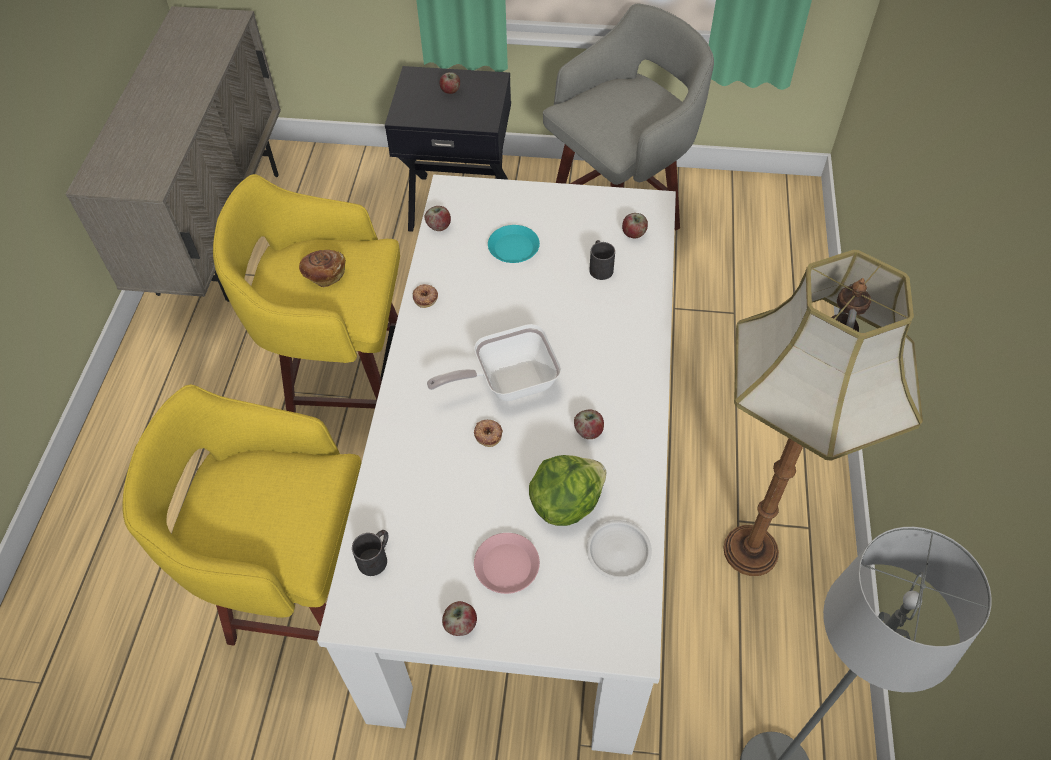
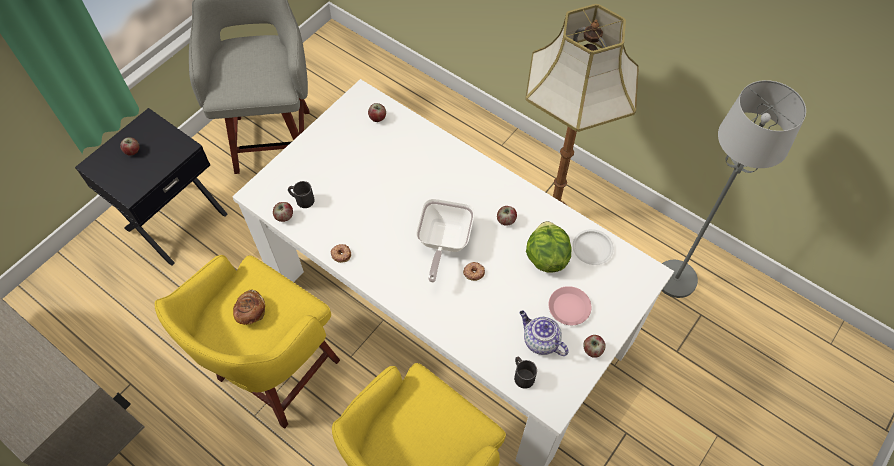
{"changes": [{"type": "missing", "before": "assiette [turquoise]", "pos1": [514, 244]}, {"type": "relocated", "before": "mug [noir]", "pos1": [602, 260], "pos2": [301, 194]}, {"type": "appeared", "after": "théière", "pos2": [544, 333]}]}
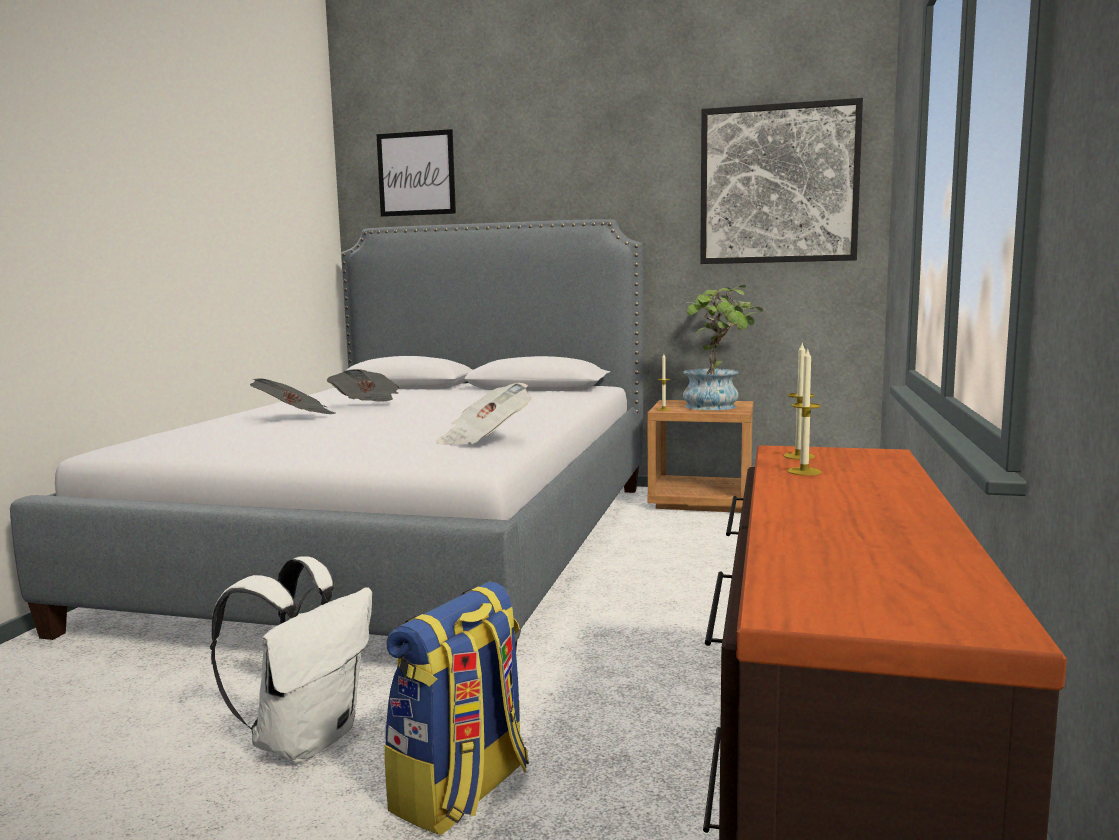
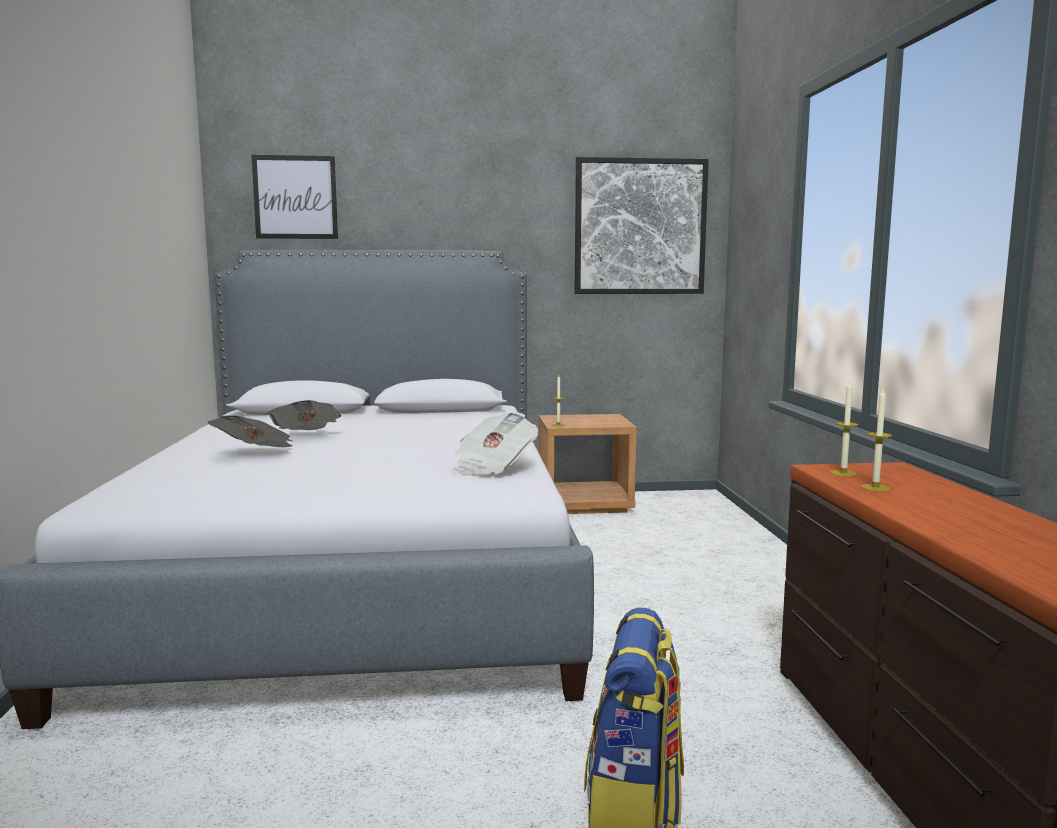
{"changes": [{"type": "missing", "before": "plante en pot", "pos1": [722, 347]}, {"type": "missing", "before": "sac à dos [blanc]", "pos1": [291, 659]}]}
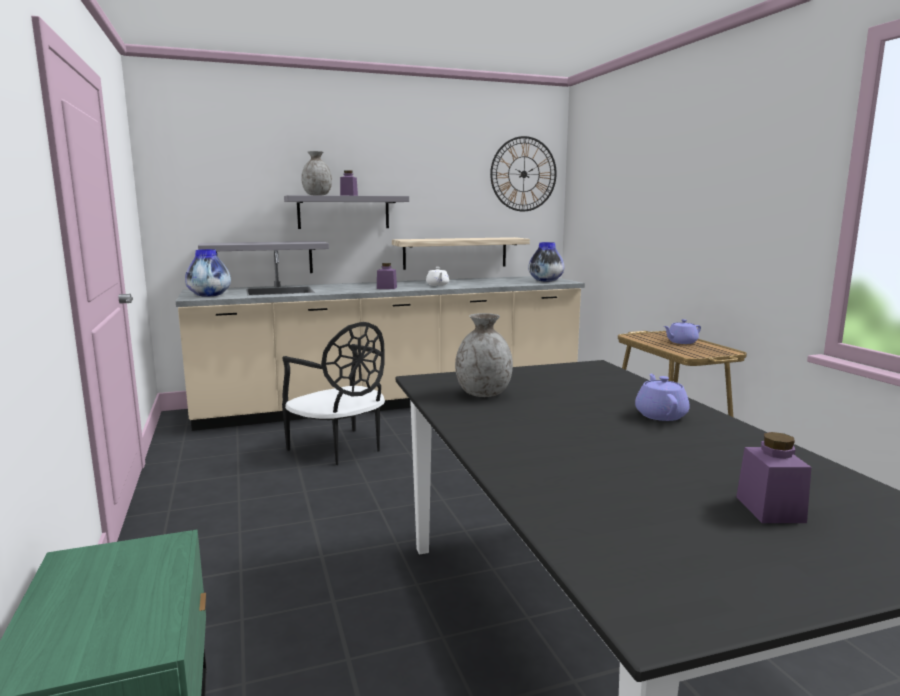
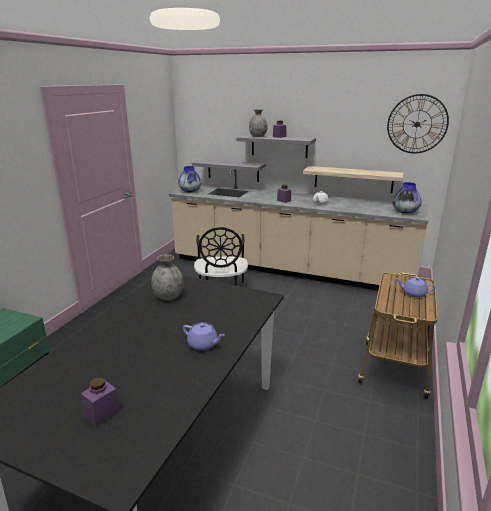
{"changes": [{"type": "spun", "before": "théière [violet]", "pos1": [662, 397], "pos2": [204, 336], "turn": 75}]}
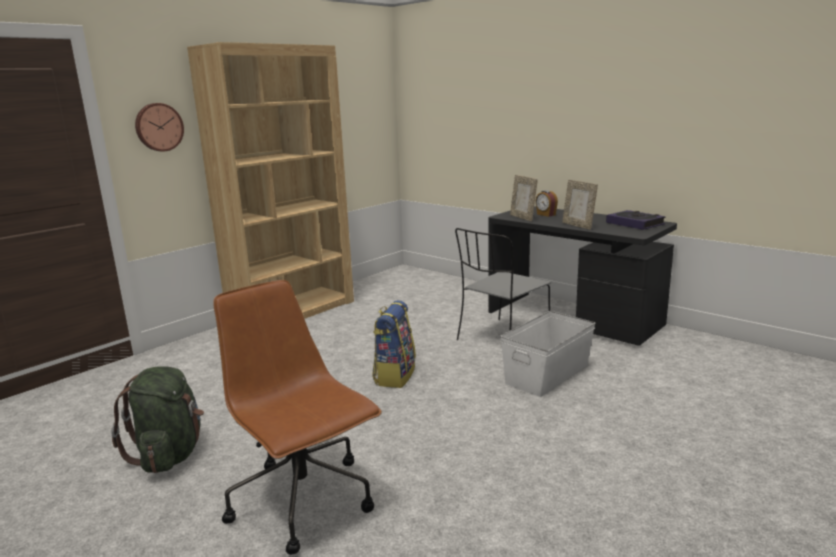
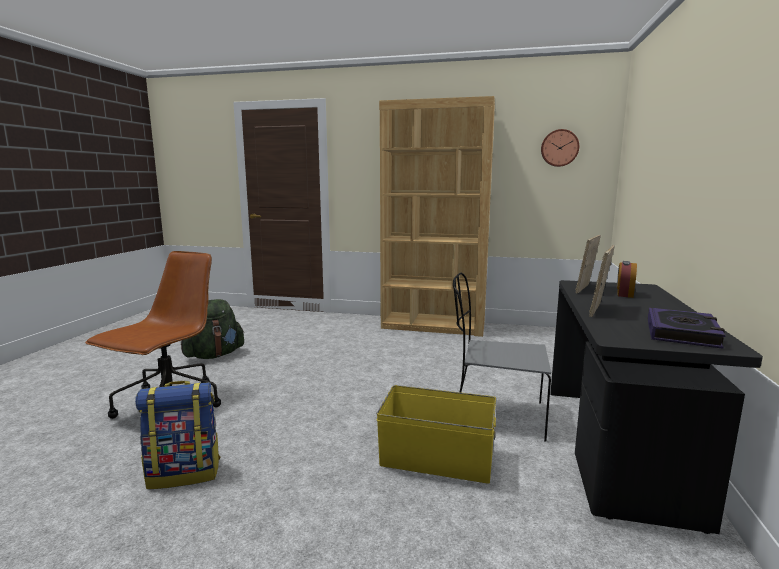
{"changes": [{"type": "relocated", "before": "horloge murale", "pos1": [159, 127], "pos2": [560, 148]}, {"type": "relocated", "before": "sac à dos", "pos1": [394, 344], "pos2": [177, 435]}, {"type": "colour", "before": "boîte de rangement [blanc]", "after": "boîte de rangement [jaune]", "pos1": [548, 354], "pos2": [436, 434]}]}
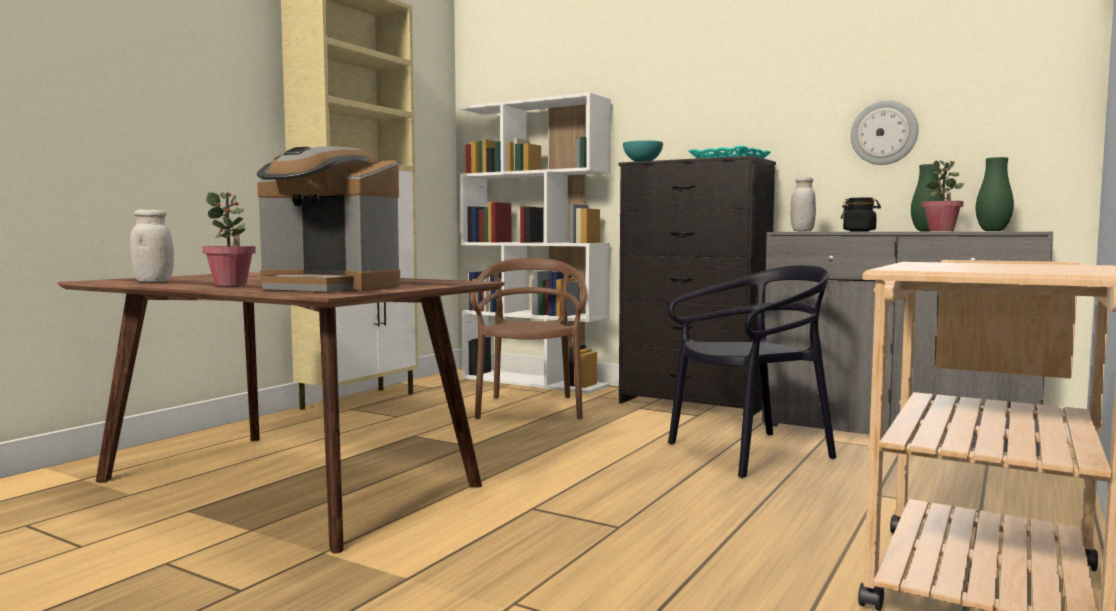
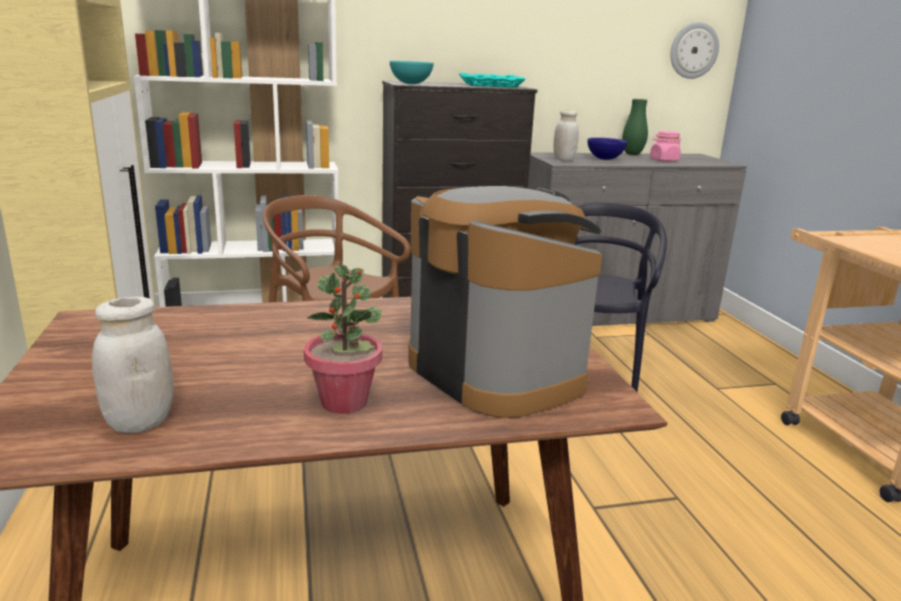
{"changes": [{"type": "relocated", "before": "horloge murale", "pos1": [884, 132], "pos2": [694, 50]}, {"type": "spun", "before": "machine à café", "pos1": [328, 219], "pos2": [505, 302], "turn": -105}, {"type": "missing", "before": "vase [vert]", "pos1": [994, 194]}, {"type": "exchanged", "before": "plante en pot", "after": "bocal [rose]", "pos1": [943, 195], "pos2": [665, 146]}, {"type": "exchanged", "before": "bocal [noir]", "after": "bol [bleu]", "pos1": [861, 214], "pos2": [607, 149]}]}
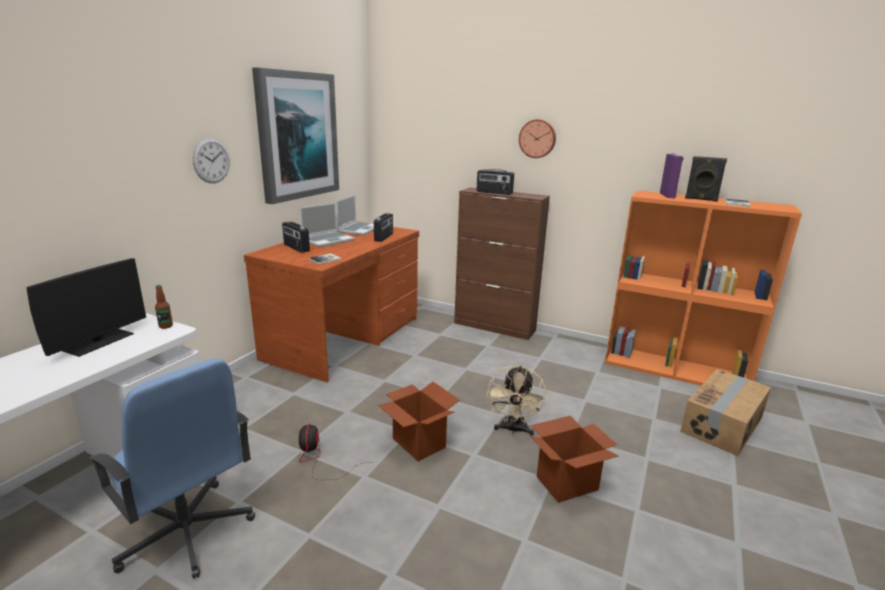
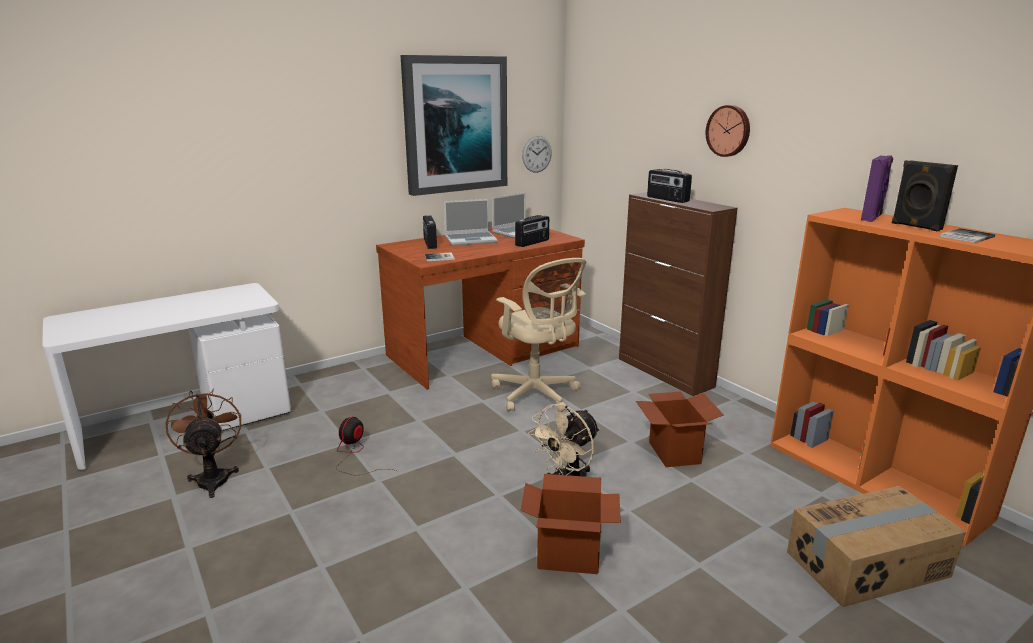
{"changes": [{"type": "relocated", "before": "horloge murale", "pos1": [211, 160], "pos2": [537, 154]}, {"type": "missing", "before": "écran d'ordinateur", "pos1": [86, 307]}, {"type": "missing", "before": "bouteille", "pos1": [164, 307]}, {"type": "exchanged", "before": "chaise de bureau [bleu]", "after": "ventilateur [marron]", "pos1": [171, 468], "pos2": [203, 443]}, {"type": "relocated", "before": "carton", "pos1": [419, 421], "pos2": [680, 429]}, {"type": "appeared", "after": "chaise de bureau [beige]", "pos2": [539, 335]}]}
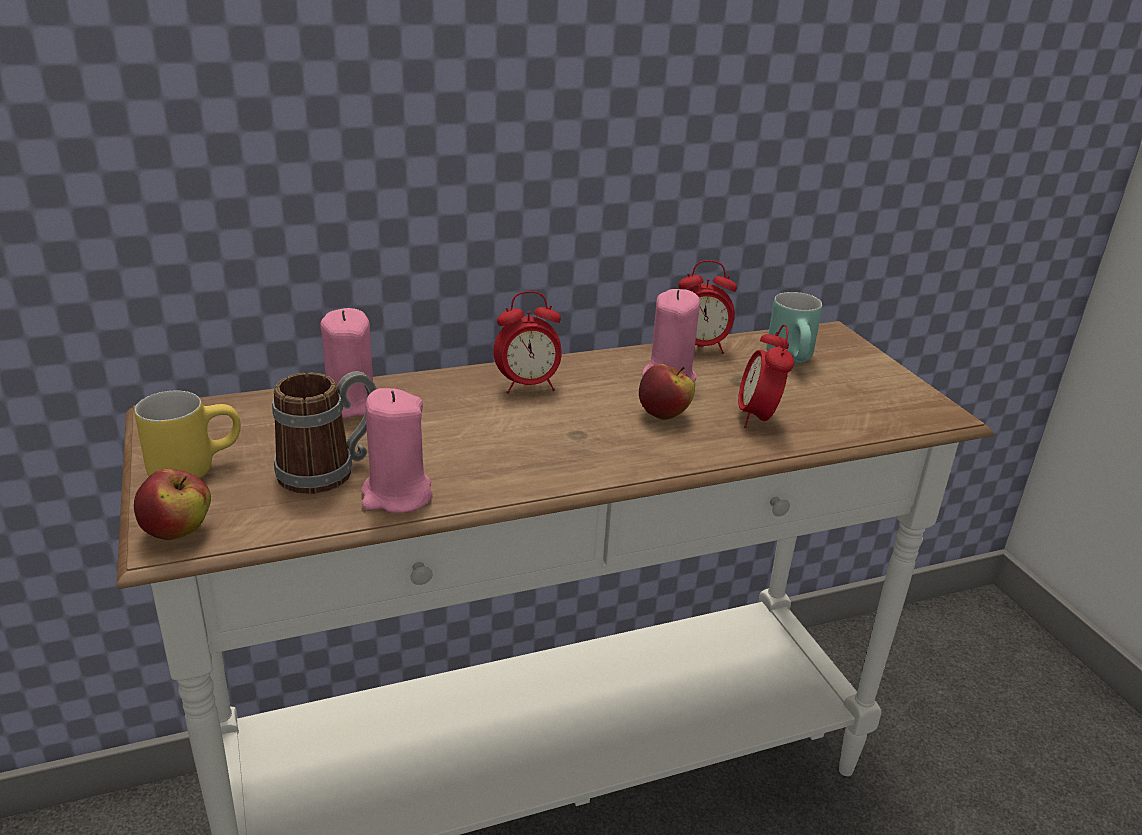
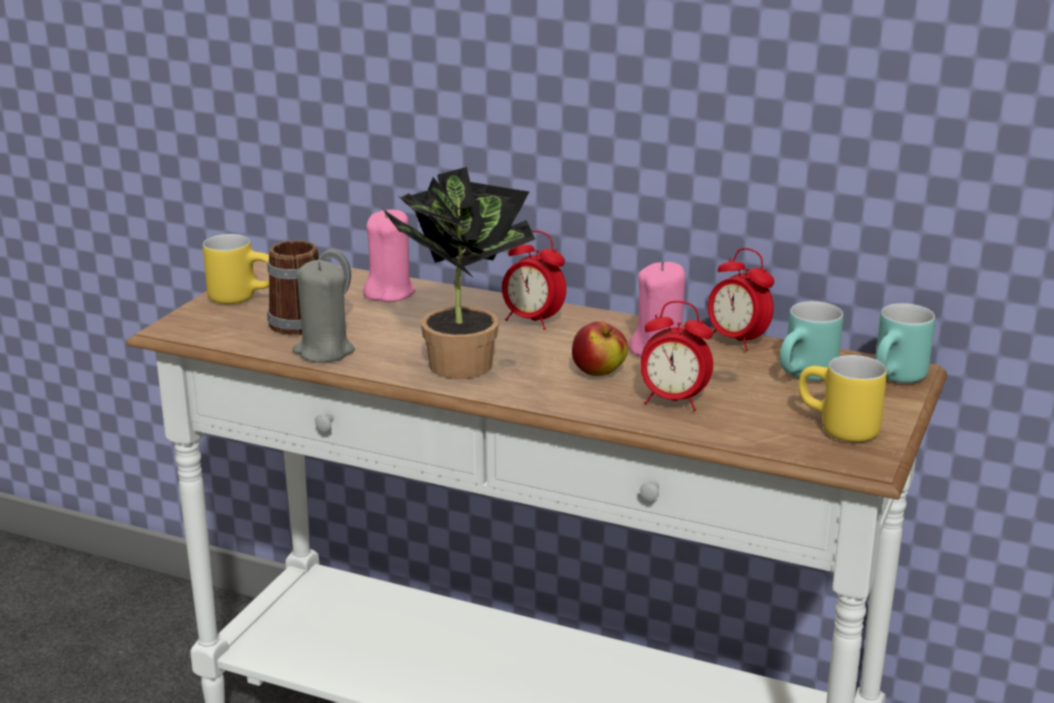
{"changes": [{"type": "spun", "before": "réveil", "pos1": [766, 376], "pos2": [677, 356], "turn": -120}, {"type": "colour", "before": "bougie [rose]", "after": "bougie [gris]", "pos1": [397, 450], "pos2": [323, 311]}, {"type": "missing", "before": "pomme", "pos1": [172, 504]}, {"type": "appeared", "after": "plante en pot", "pos2": [459, 273]}, {"type": "appeared", "after": "mug [turquoise]", "pos2": [905, 343]}, {"type": "appeared", "after": "mug [jaune]", "pos2": [843, 398]}]}
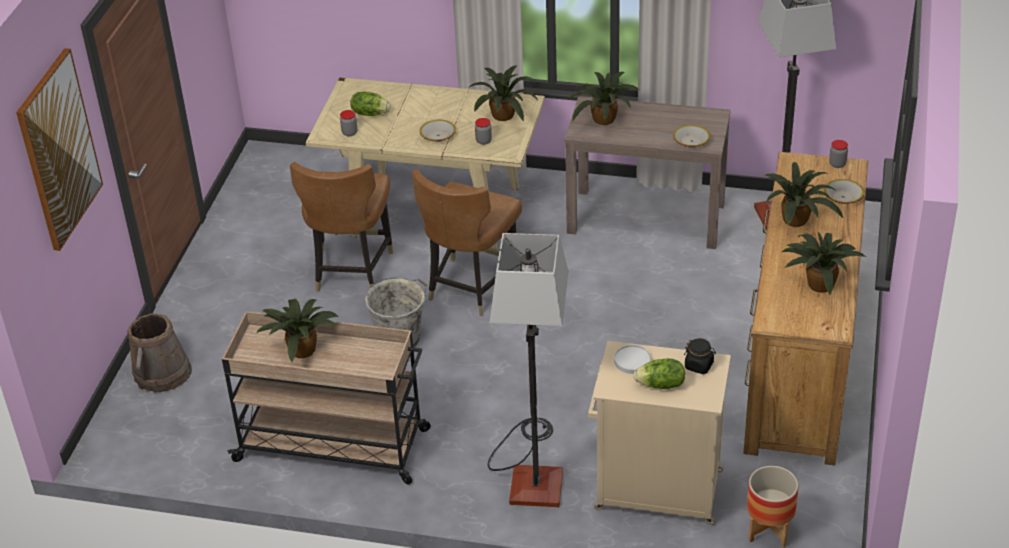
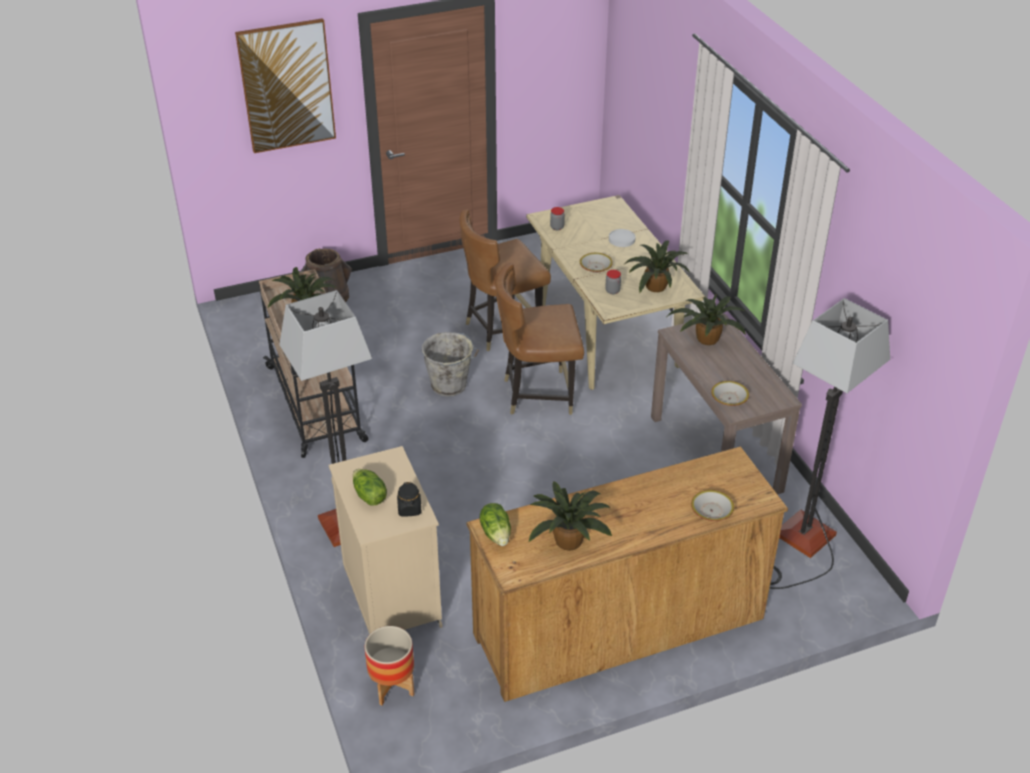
{"changes": [{"type": "relocated", "before": "laitue", "pos1": [370, 104], "pos2": [495, 524]}, {"type": "missing", "before": "bocal", "pos1": [838, 154]}, {"type": "missing", "before": "plante en pot", "pos1": [803, 194]}, {"type": "relocated", "before": "assiette [blanc]", "pos1": [632, 359], "pos2": [622, 238]}]}
